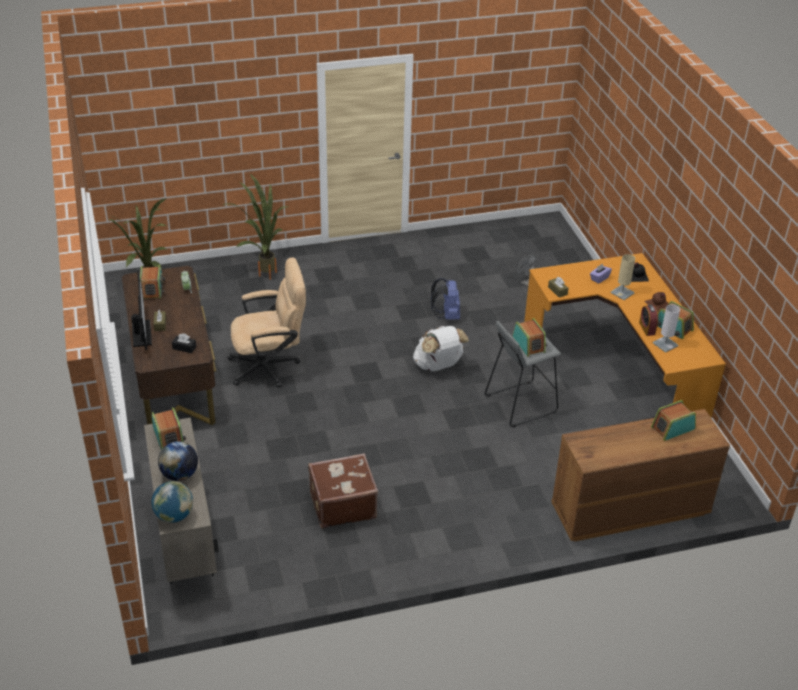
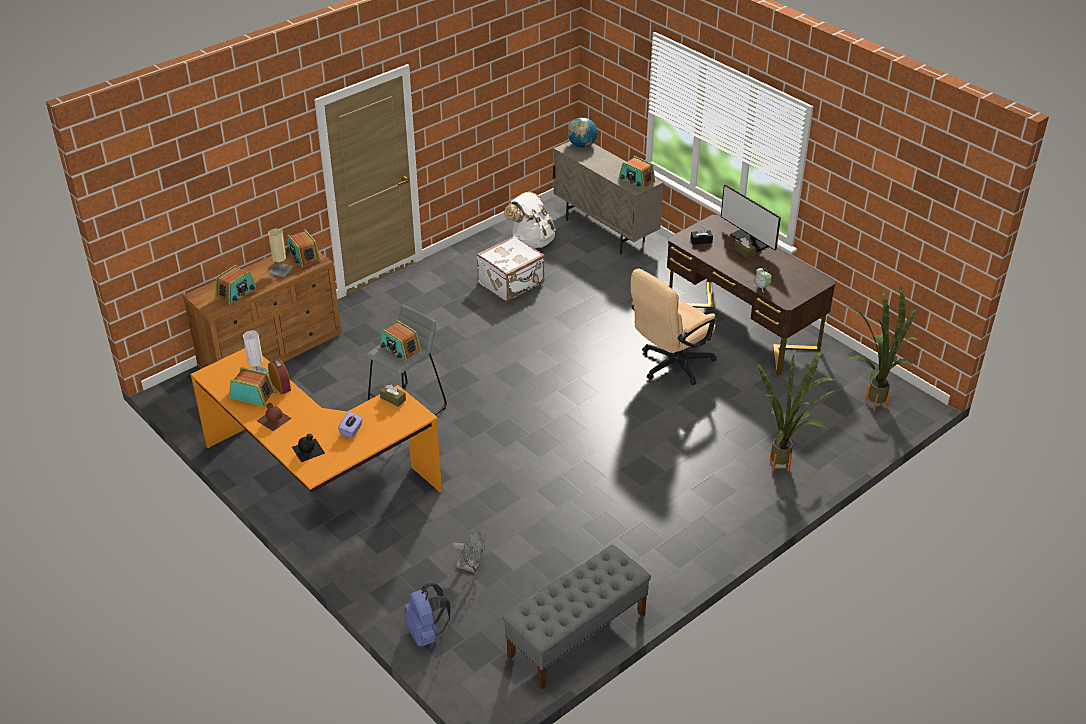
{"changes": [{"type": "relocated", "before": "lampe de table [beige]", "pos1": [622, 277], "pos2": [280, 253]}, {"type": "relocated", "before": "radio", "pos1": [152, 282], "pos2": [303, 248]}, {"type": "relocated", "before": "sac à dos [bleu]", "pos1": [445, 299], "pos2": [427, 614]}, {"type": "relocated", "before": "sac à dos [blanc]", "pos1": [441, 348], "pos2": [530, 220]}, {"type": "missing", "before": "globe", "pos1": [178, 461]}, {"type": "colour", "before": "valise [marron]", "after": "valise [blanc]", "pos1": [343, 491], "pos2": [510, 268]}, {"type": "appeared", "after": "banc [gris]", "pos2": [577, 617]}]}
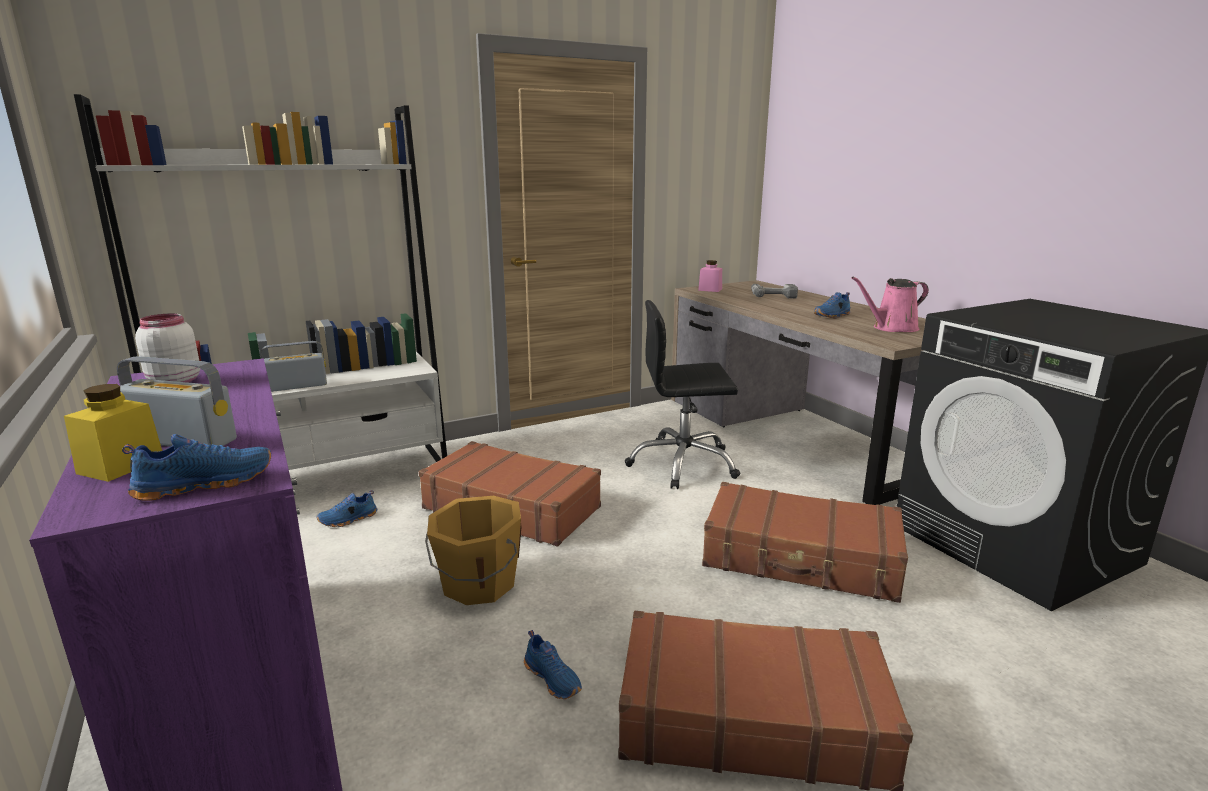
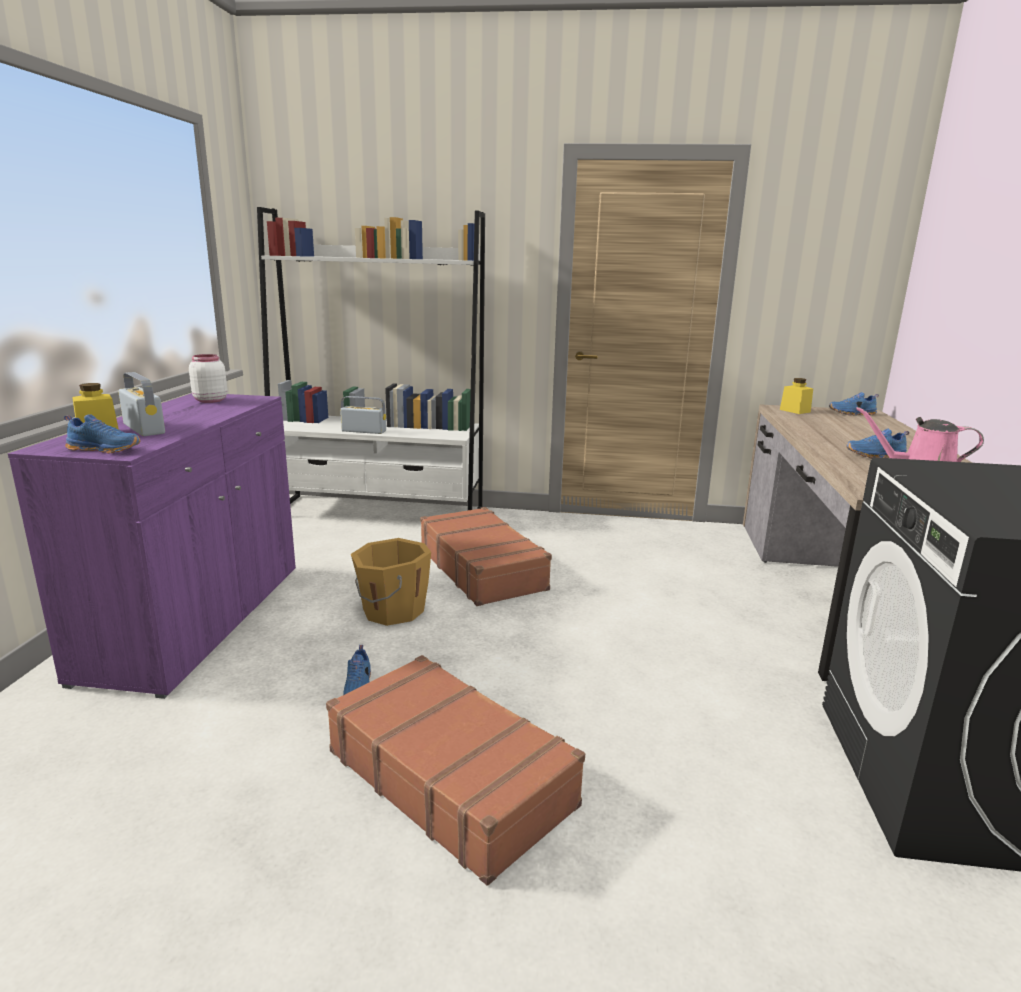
{"changes": [{"type": "colour", "before": "bocal [rose]", "after": "bocal [jaune]", "pos1": [710, 276], "pos2": [796, 396]}, {"type": "missing", "before": "perceuse", "pos1": [774, 291]}, {"type": "missing", "before": "chaise de bureau [noir]", "pos1": [682, 394]}, {"type": "missing", "before": "valise [marron]", "pos1": [805, 542]}, {"type": "relocated", "before": "chaussure [bleu]", "pos1": [347, 508], "pos2": [854, 403]}]}
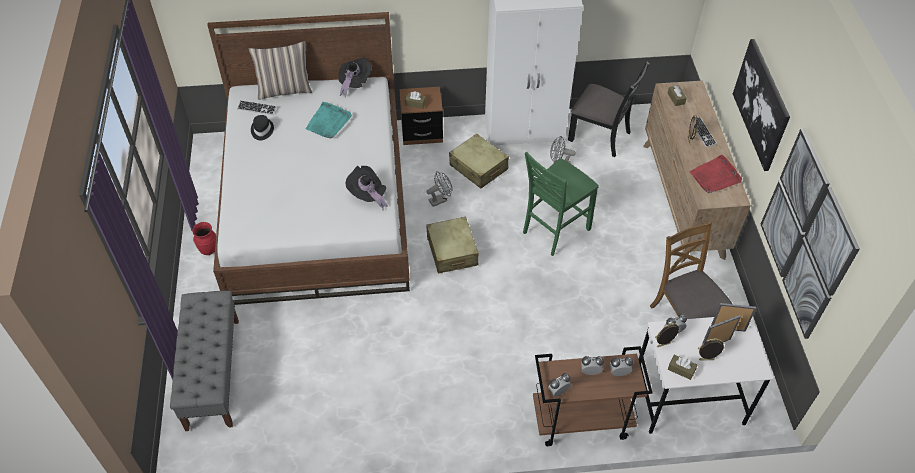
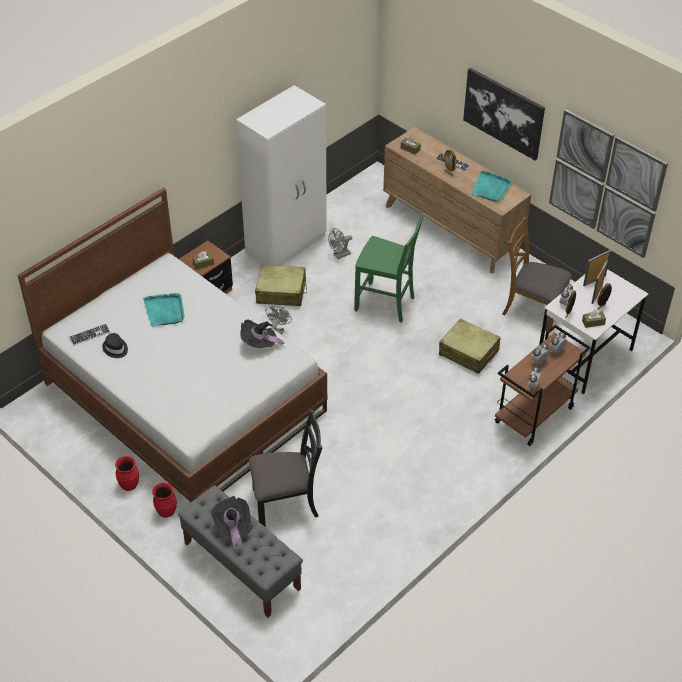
{"changes": [{"type": "missing", "before": "coussin", "pos1": [280, 70]}, {"type": "relocated", "before": "chapeau [noir]", "pos1": [354, 77], "pos2": [231, 523]}, {"type": "relocated", "before": "chaise [noir]", "pos1": [609, 109], "pos2": [285, 468]}, {"type": "spun", "before": "chaise [vert]", "pos1": [561, 204], "pos2": [389, 268], "turn": -75}, {"type": "colour", "before": "plateau [rouge]", "after": "plateau [turquoise]", "pos1": [715, 173], "pos2": [492, 186]}, {"type": "relocated", "before": "valise [beige]", "pos1": [452, 245], "pos2": [469, 346]}, {"type": "appeared", "after": "vase [rouge]", "pos2": [164, 500]}]}
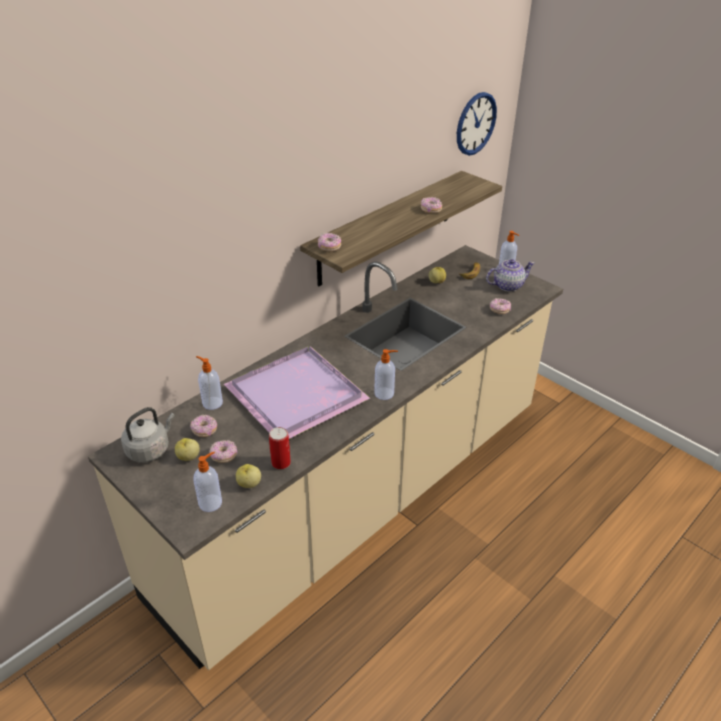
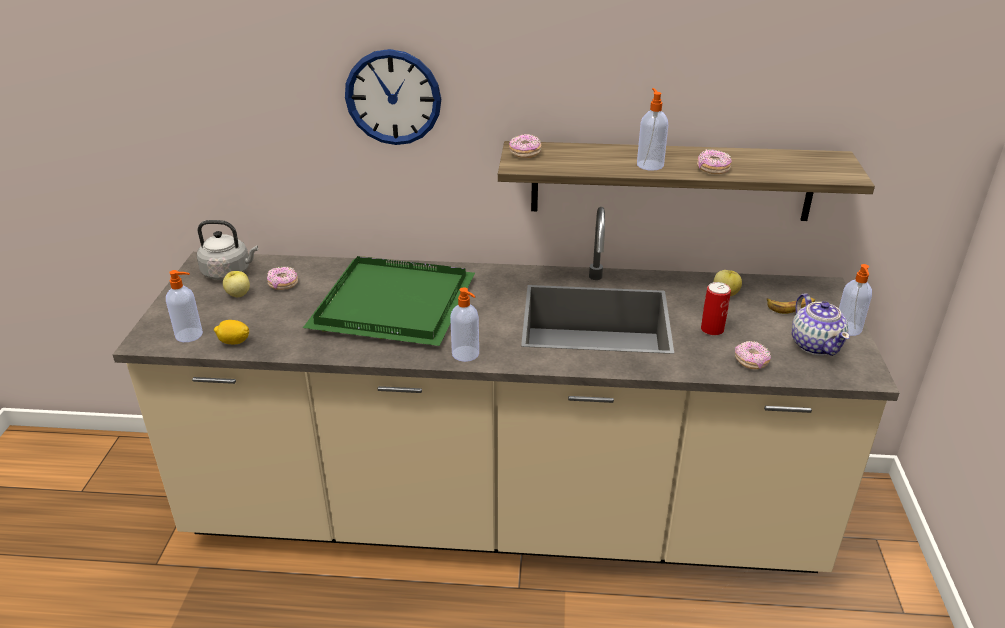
{"changes": [{"type": "relocated", "before": "horloge murale", "pos1": [477, 124], "pos2": [393, 97]}, {"type": "spun", "before": "théière", "pos1": [510, 275], "pos2": [821, 325], "turn": 45}, {"type": "colour", "before": "plateau [violet]", "after": "plateau [vert]", "pos1": [297, 392], "pos2": [389, 301]}, {"type": "relocated", "before": "distributeur de savon", "pos1": [209, 383], "pos2": [652, 129]}, {"type": "relocated", "before": "boîte métallique", "pos1": [280, 448], "pos2": [716, 309]}, {"type": "missing", "before": "beignet", "pos1": [223, 451]}, {"type": "exchanged", "before": "pomme", "after": "citron", "pos1": [248, 476], "pos2": [231, 332]}]}
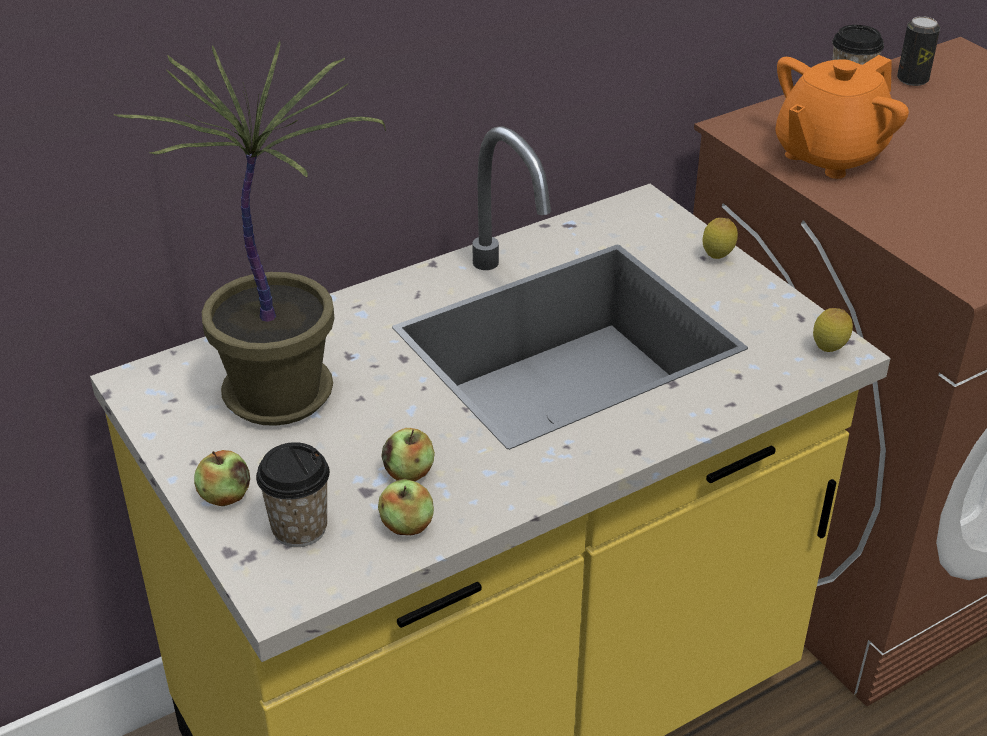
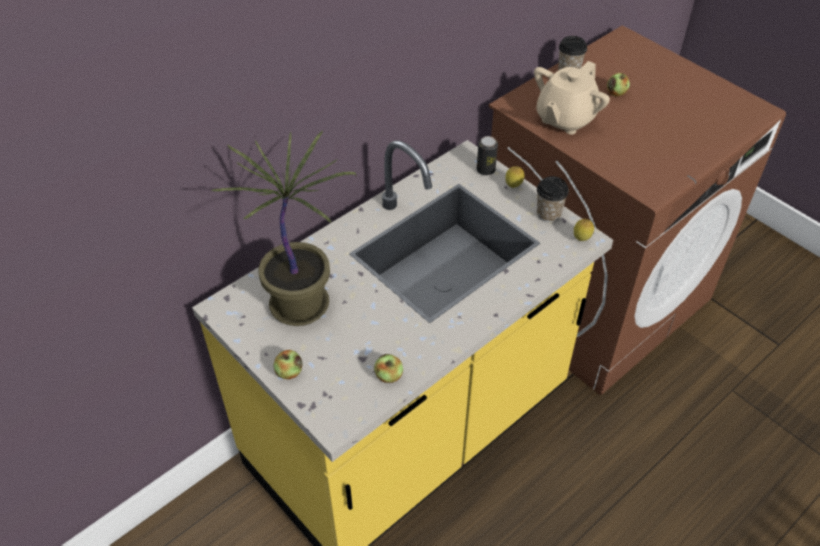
{"changes": [{"type": "relocated", "before": "boîte métallique", "pos1": [918, 51], "pos2": [487, 155]}, {"type": "colour", "before": "théière [orange]", "after": "théière [beige]", "pos1": [842, 117], "pos2": [572, 98]}, {"type": "relocated", "before": "pomme", "pos1": [408, 454], "pos2": [618, 85]}, {"type": "relocated", "before": "tasse", "pos1": [293, 494], "pos2": [553, 199]}]}
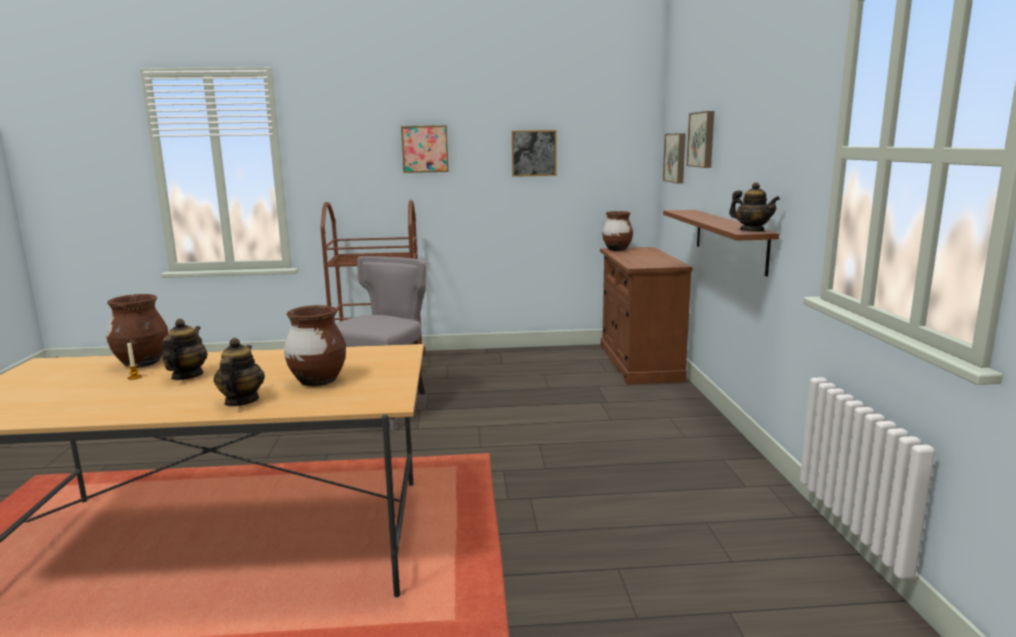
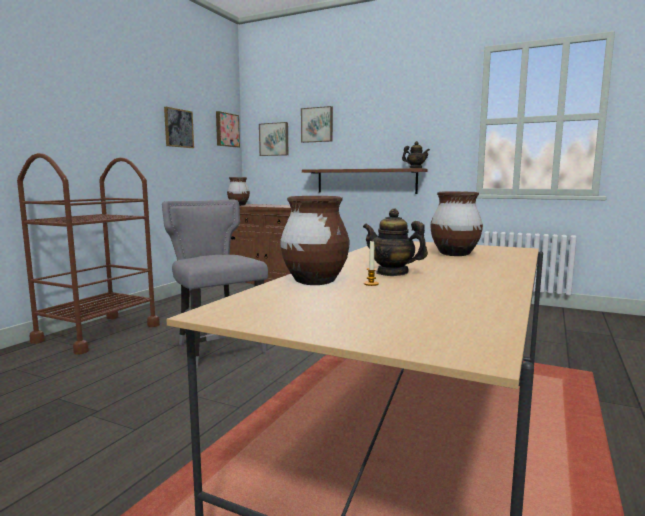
{"changes": [{"type": "relocated", "before": "tableau", "pos1": [425, 149], "pos2": [228, 129]}, {"type": "missing", "before": "théière", "pos1": [239, 372]}]}
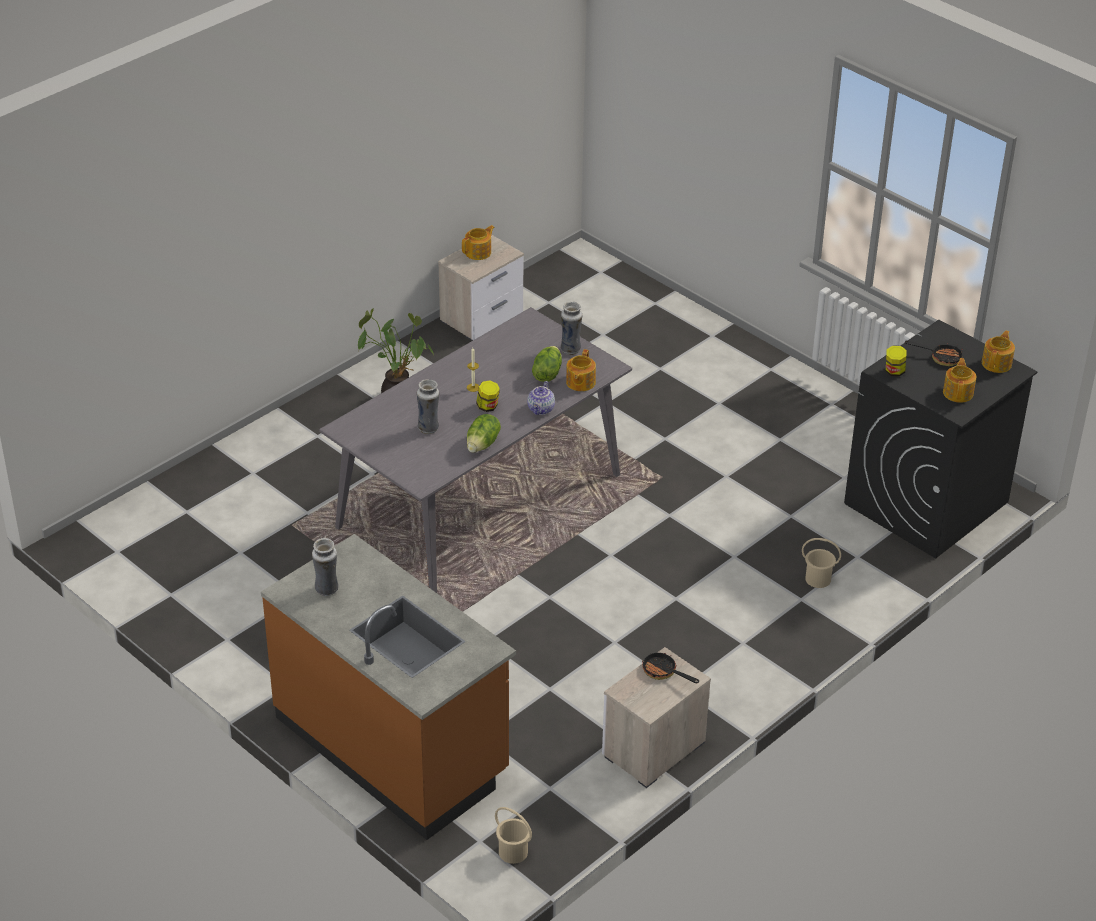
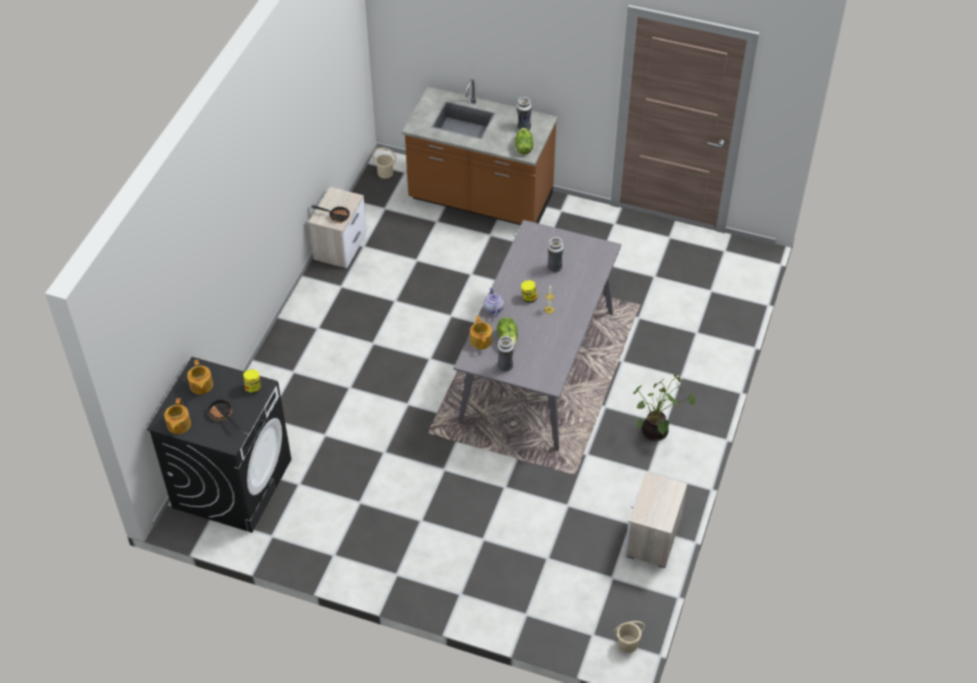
{"changes": [{"type": "missing", "before": "théière", "pos1": [478, 242]}, {"type": "spun", "before": "poêle", "pos1": [934, 353], "pos2": [222, 414], "turn": 60}, {"type": "relocated", "before": "laitue", "pos1": [484, 433], "pos2": [524, 141]}, {"type": "relocated", "before": "seau [beige]", "pos1": [821, 563], "pos2": [629, 637]}]}
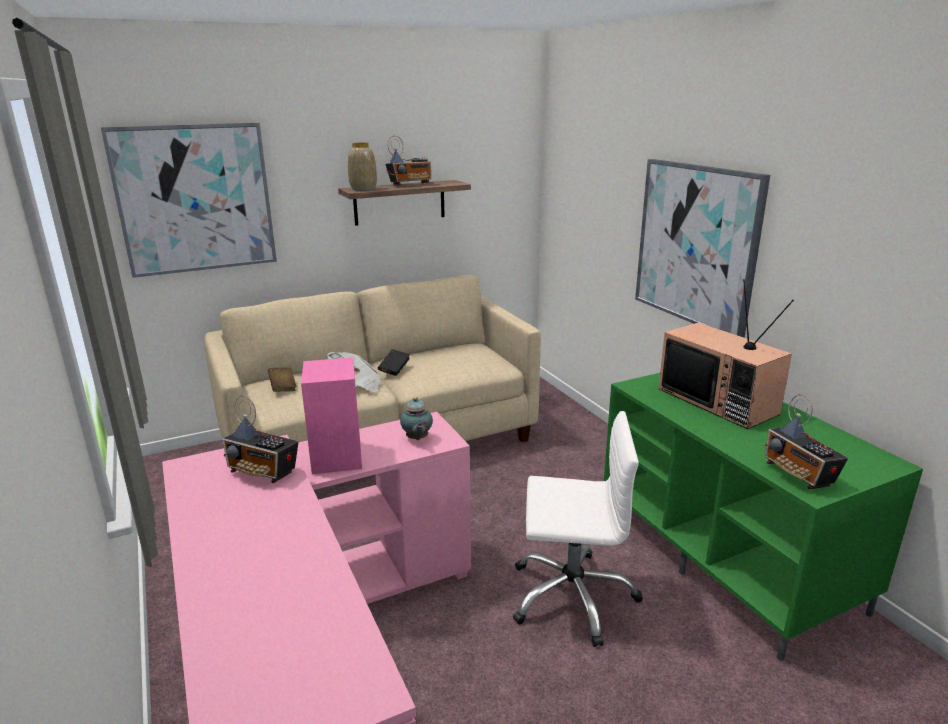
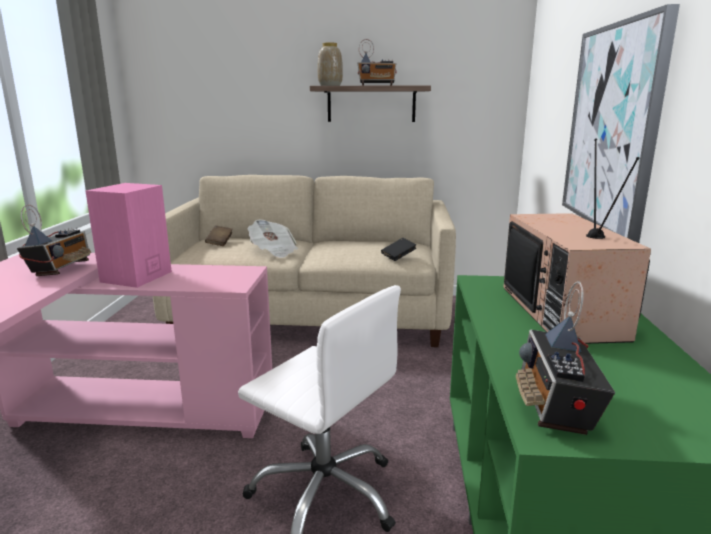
{"changes": [{"type": "missing", "before": "tableau", "pos1": [189, 200]}, {"type": "relocated", "before": "livre [noir]", "pos1": [394, 362], "pos2": [398, 249]}, {"type": "spun", "before": "radio", "pos1": [260, 439], "pos2": [54, 240], "turn": -135}, {"type": "missing", "before": "théière", "pos1": [416, 418]}]}
